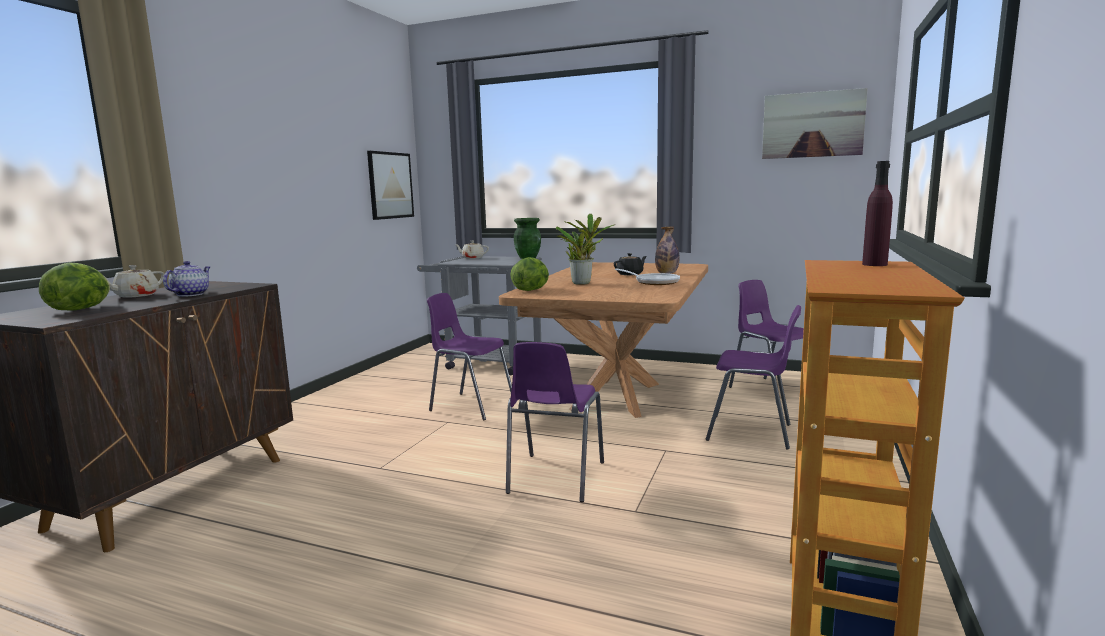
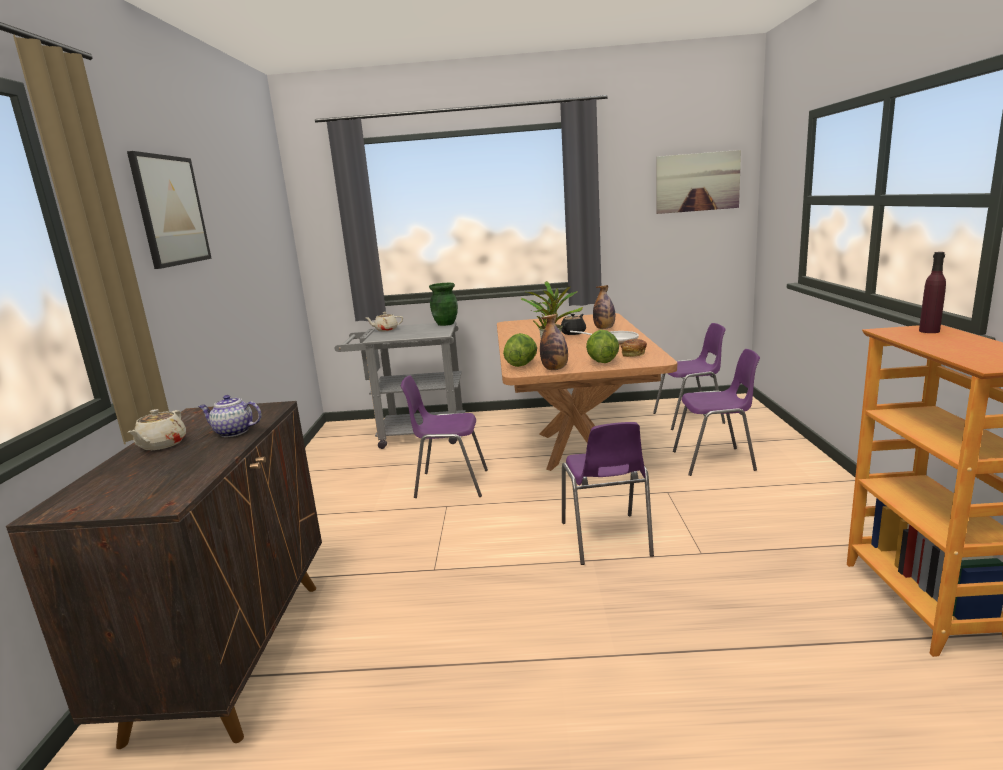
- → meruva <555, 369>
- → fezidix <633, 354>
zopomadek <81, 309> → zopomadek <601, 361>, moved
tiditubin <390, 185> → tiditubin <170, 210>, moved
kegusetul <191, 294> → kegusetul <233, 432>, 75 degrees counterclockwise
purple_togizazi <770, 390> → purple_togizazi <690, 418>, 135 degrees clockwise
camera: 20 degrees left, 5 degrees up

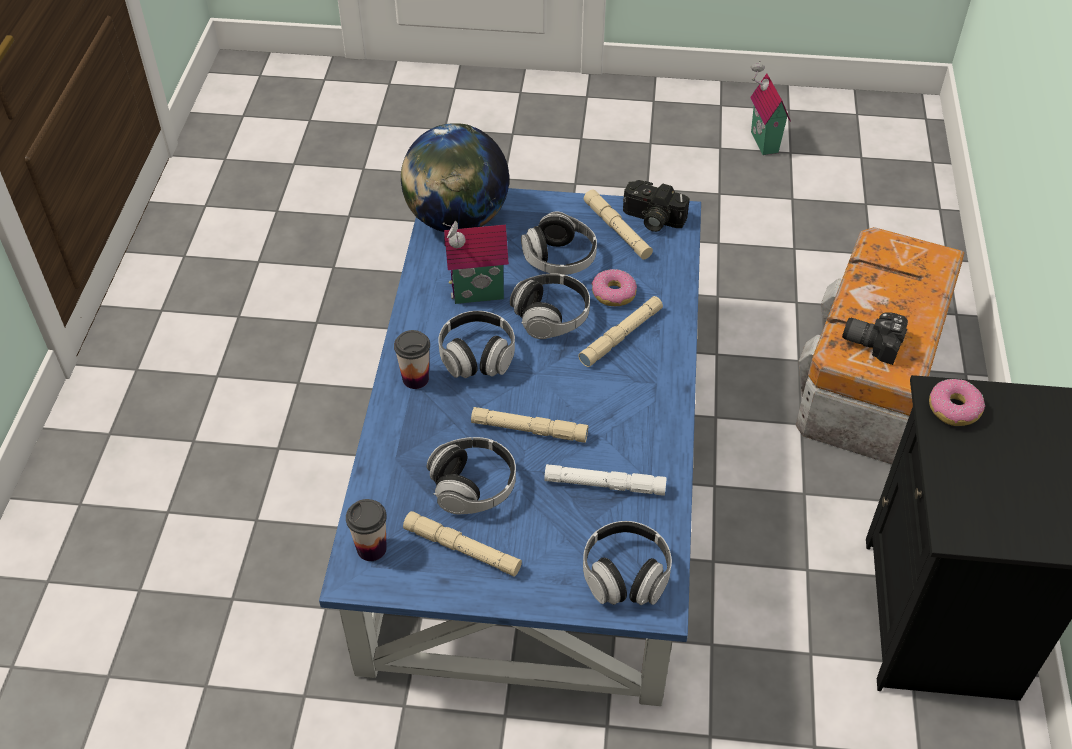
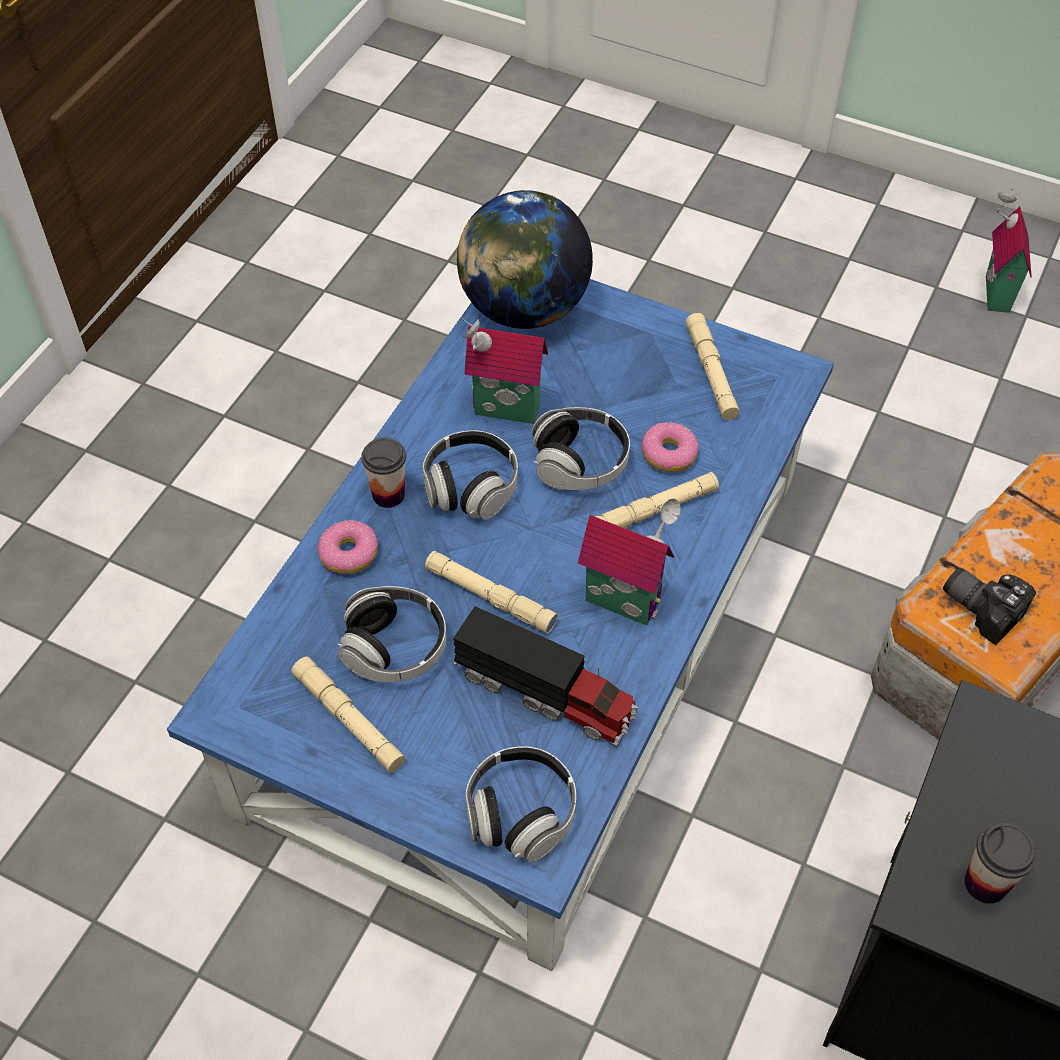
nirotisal <560, 259> → -
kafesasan <652, 219> → -
- → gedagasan <625, 598>
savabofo <371, 548> → savabofo <985, 883>, moved
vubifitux <953, 408> → vubifitux <349, 553>, moved
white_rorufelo <604, 485> → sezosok <547, 693>
camera: 20 degrees right, 5 degrees up

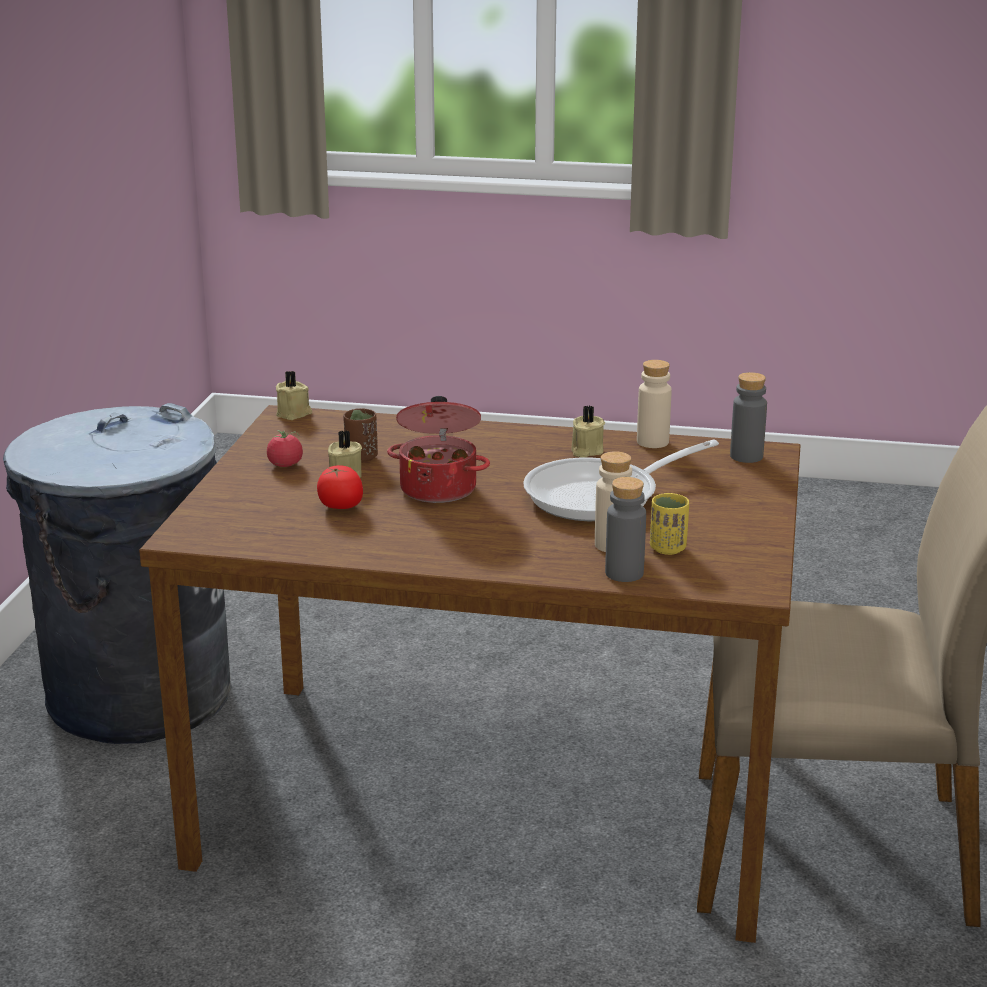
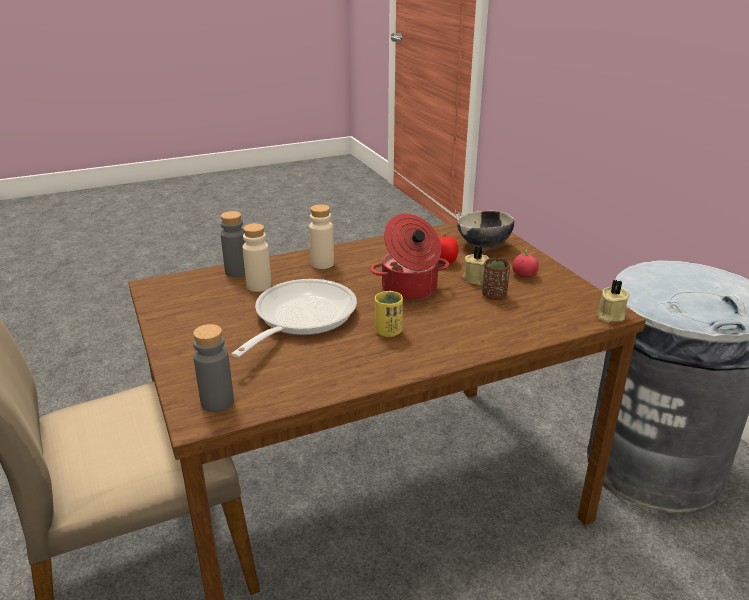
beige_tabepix <585, 451> → -
- → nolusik <483, 246>
beige_meruva <652, 442> → beige_meruva <322, 264>, moved
yellow_savabofo <668, 548> → yellow_savabofo <388, 331>, moved
camera: 145 degrees right, 5 degrees up

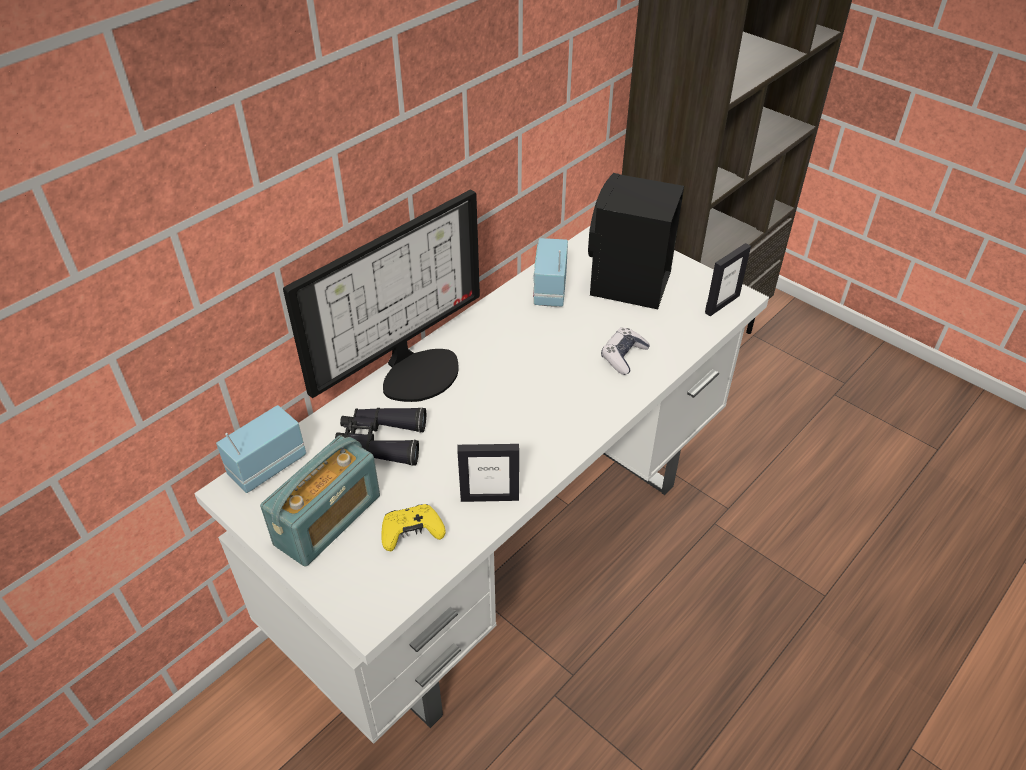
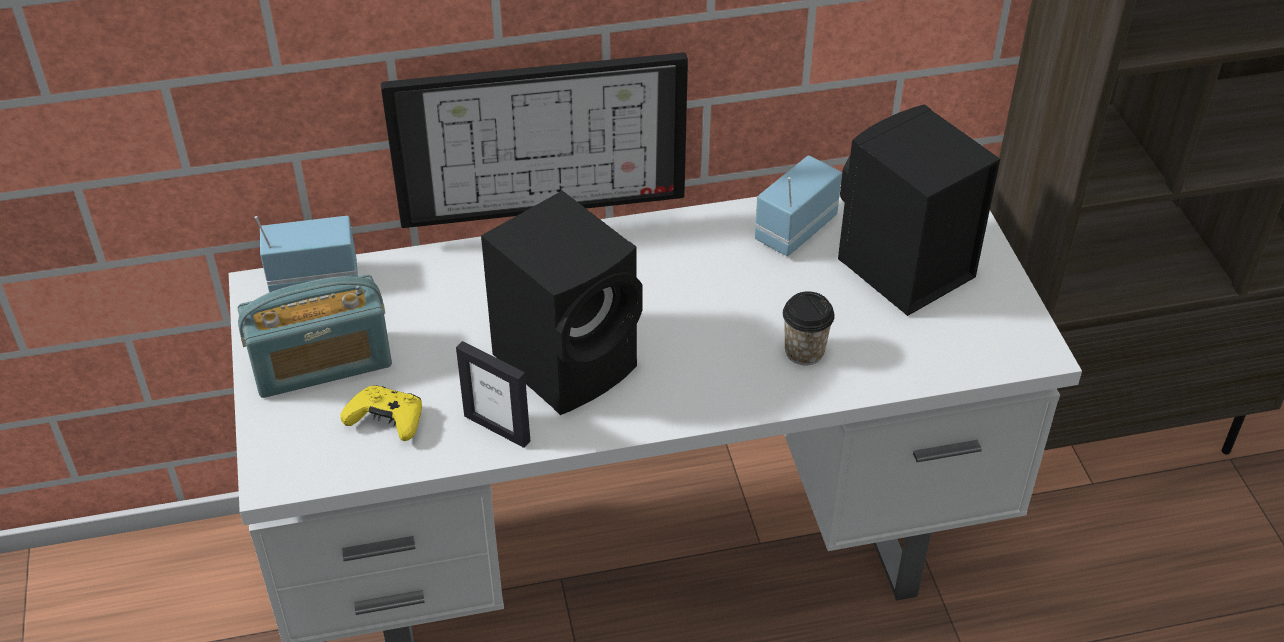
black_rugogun <381, 441> → -
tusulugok <722, 304> → -
- → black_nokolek <569, 360>
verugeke <623, 356> → savabofo <804, 352>
camera: 35 degrees right, 0 degrees up

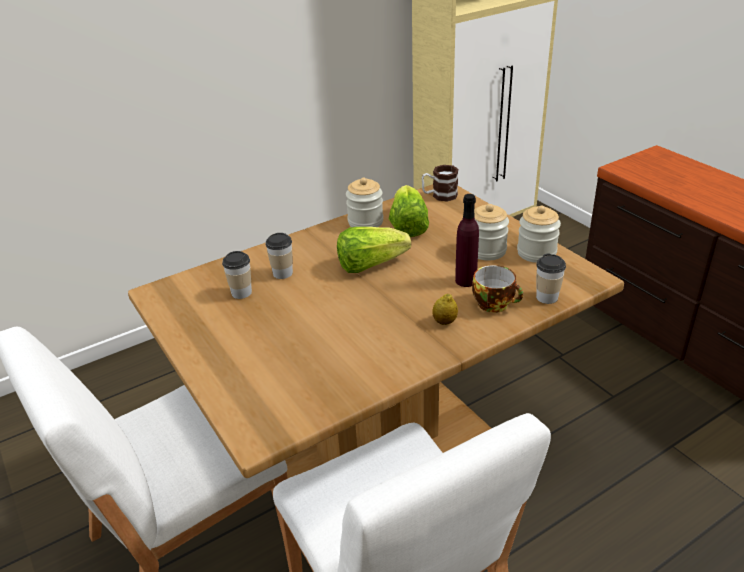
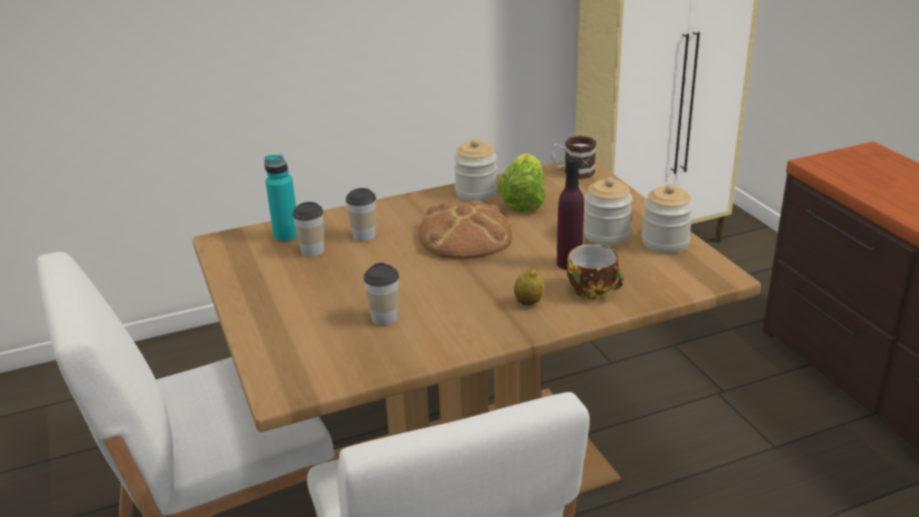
- → turquoise_meruva <286, 236>
savabofo <547, 297> → savabofo <384, 318>, moved
zopomadek <370, 265> → fezidix <465, 236>
camera: 10 degrees right, 5 degrees down

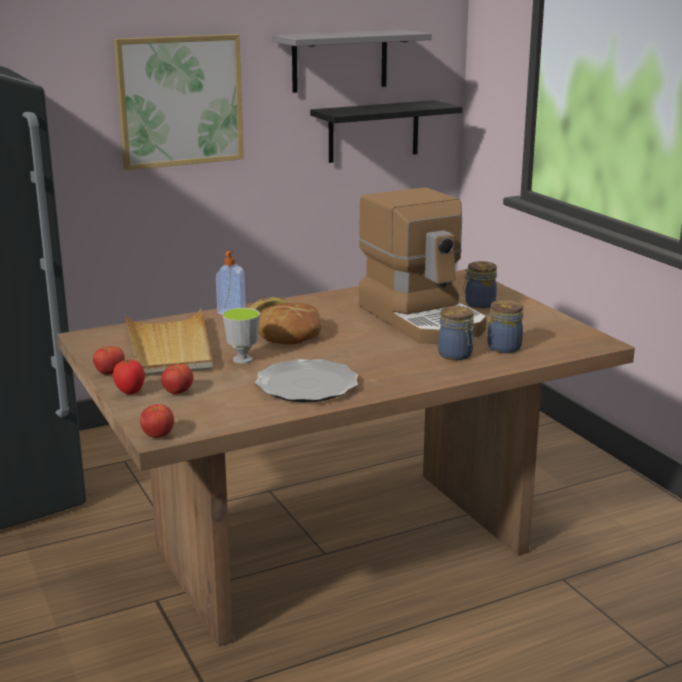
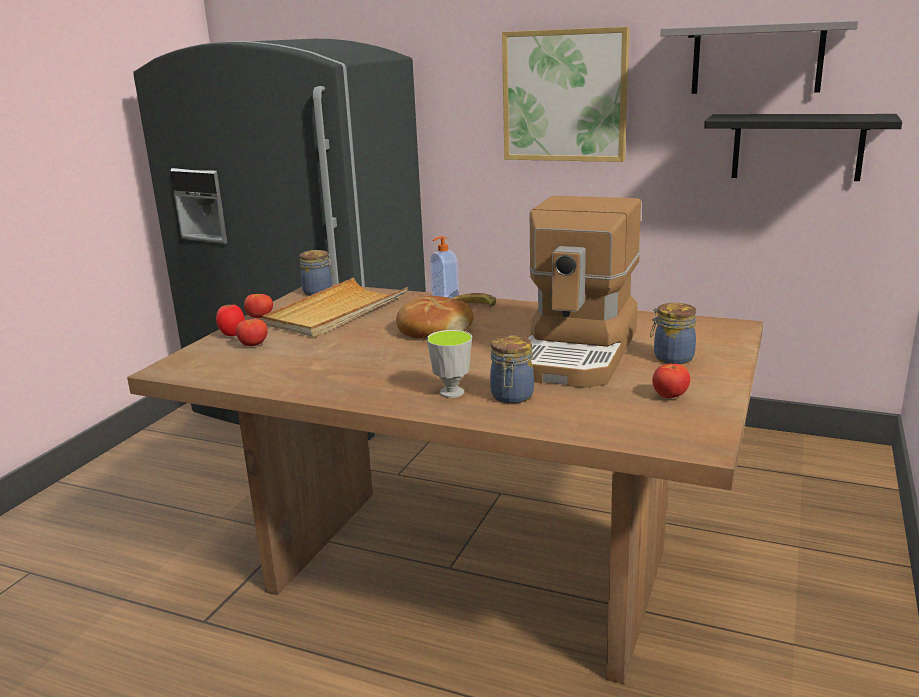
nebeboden <307, 385> → -
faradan <158, 435> → faradan <670, 396>, moved
savabofo <242, 359> → savabofo <452, 392>, moved
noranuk <504, 347> → noranuk <319, 292>, moved
camera: 50 degrees right, 0 degrees up

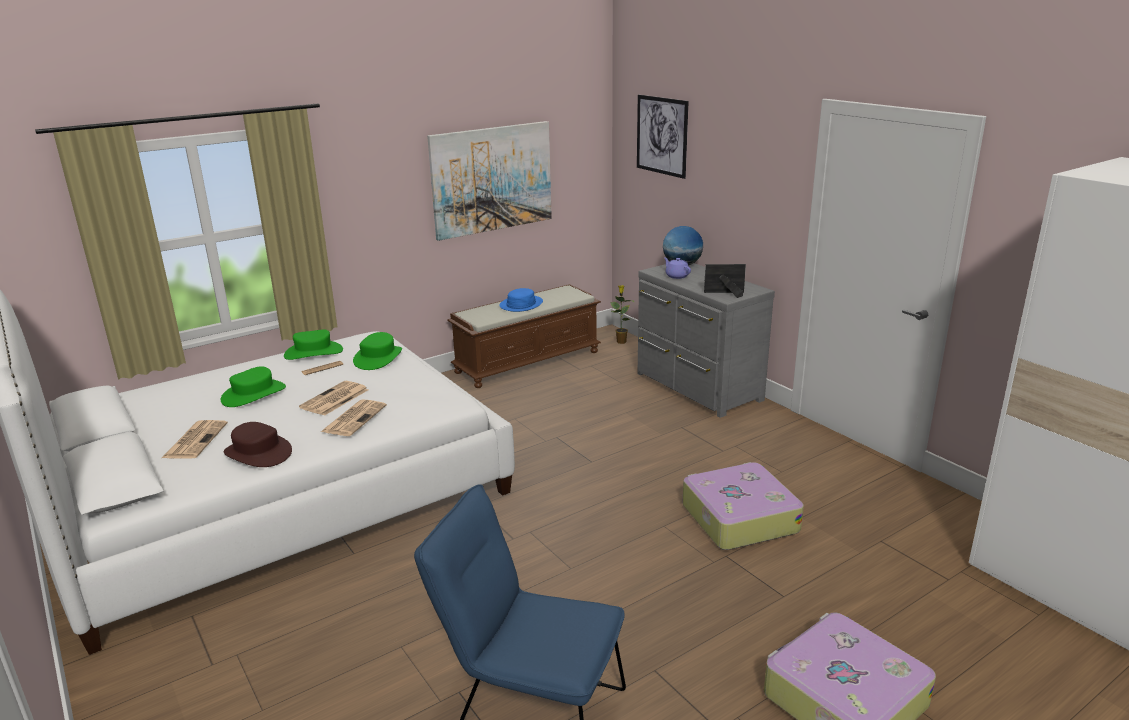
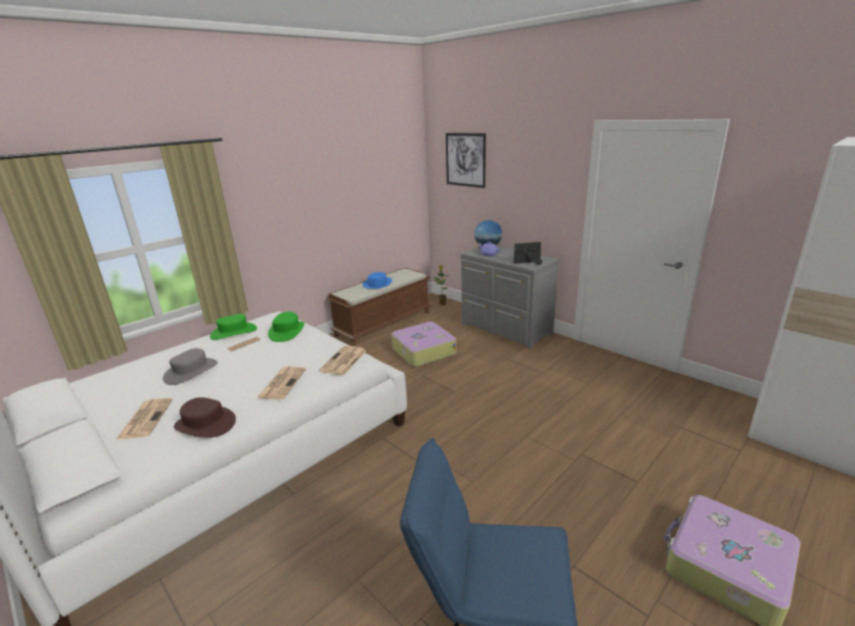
tiditubin <492, 179> → -
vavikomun <334, 399> → vavikomun <343, 361>, moved
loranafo <738, 518> → loranafo <423, 351>, moved
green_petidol <254, 394> → grey_petidol <191, 371>
camera: 10 degrees left, 0 degrees up

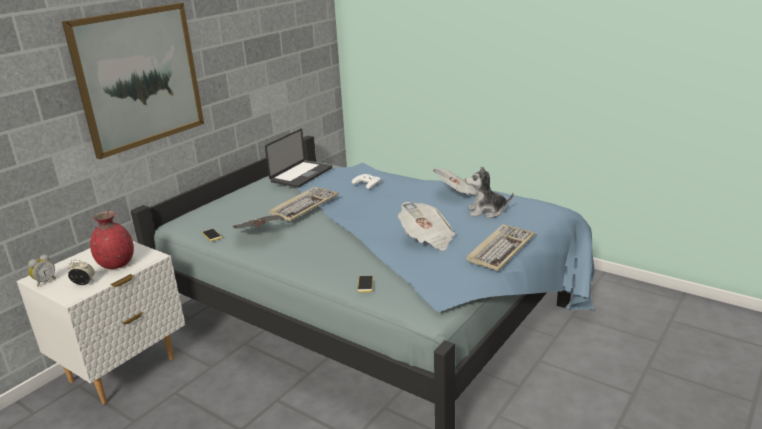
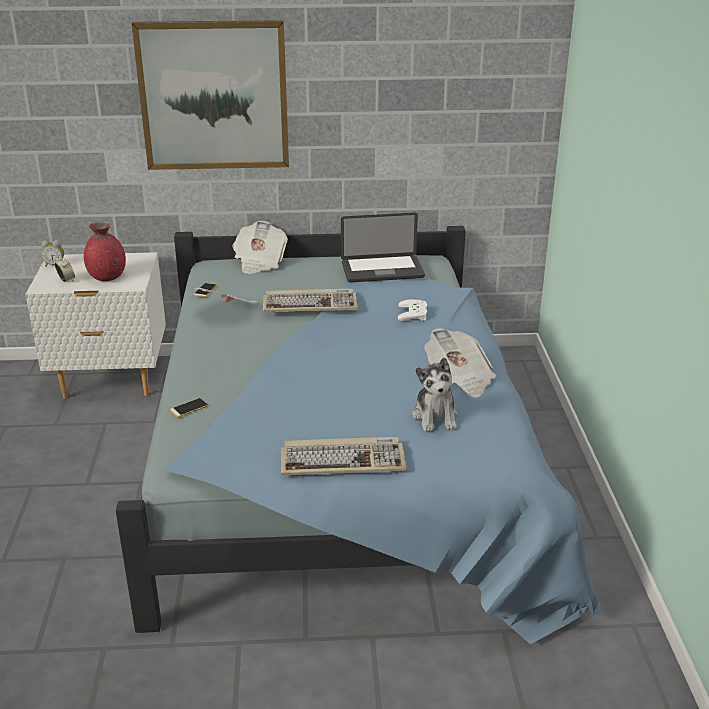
vavikomun <427, 239> → vavikomun <259, 262>, moved
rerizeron <486, 212> → rerizeron <435, 416>, 150 degrees counterclockwise
camera: 50 degrees right, 5 degrees up

